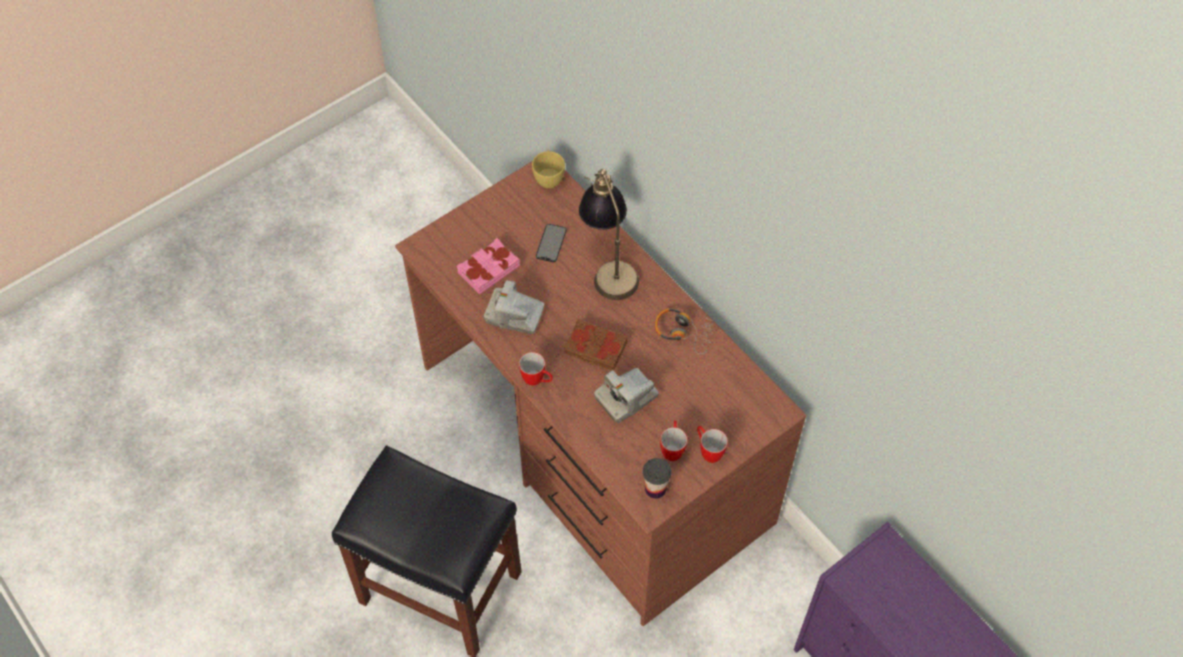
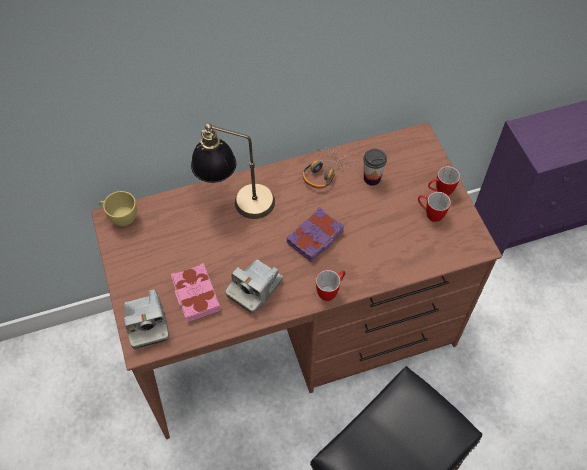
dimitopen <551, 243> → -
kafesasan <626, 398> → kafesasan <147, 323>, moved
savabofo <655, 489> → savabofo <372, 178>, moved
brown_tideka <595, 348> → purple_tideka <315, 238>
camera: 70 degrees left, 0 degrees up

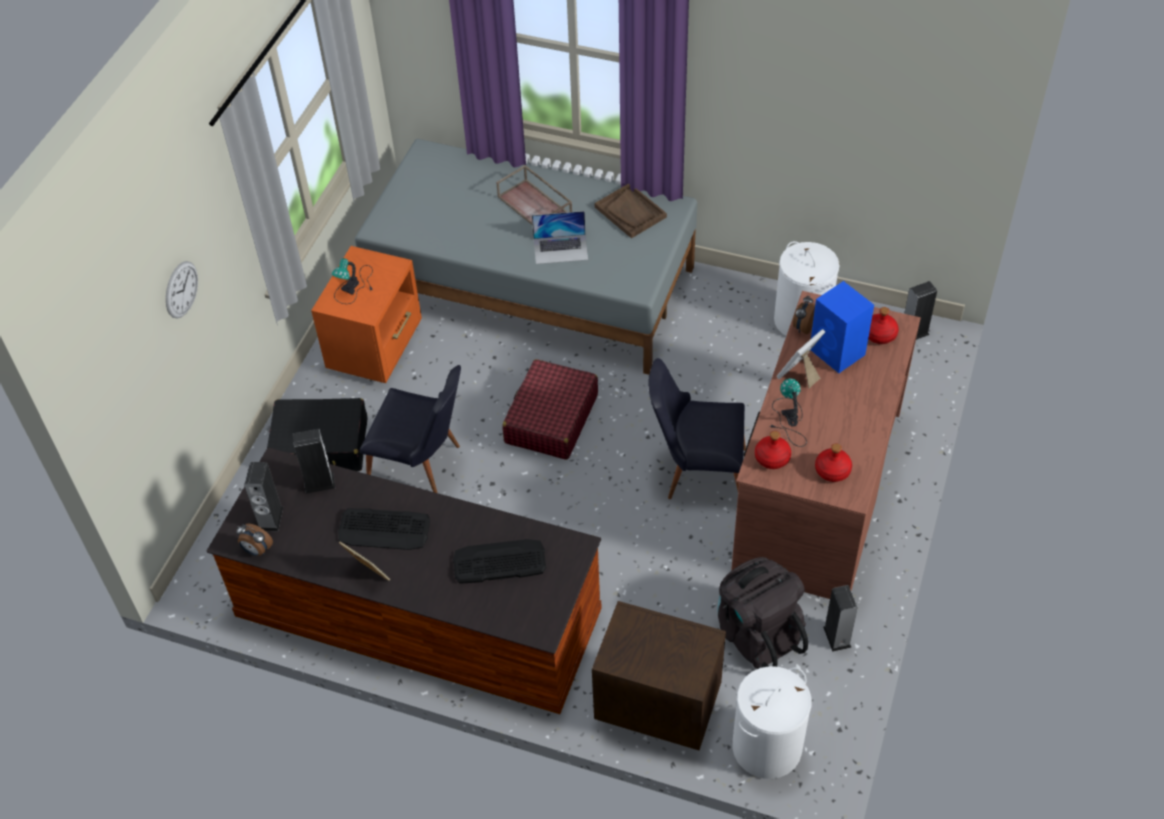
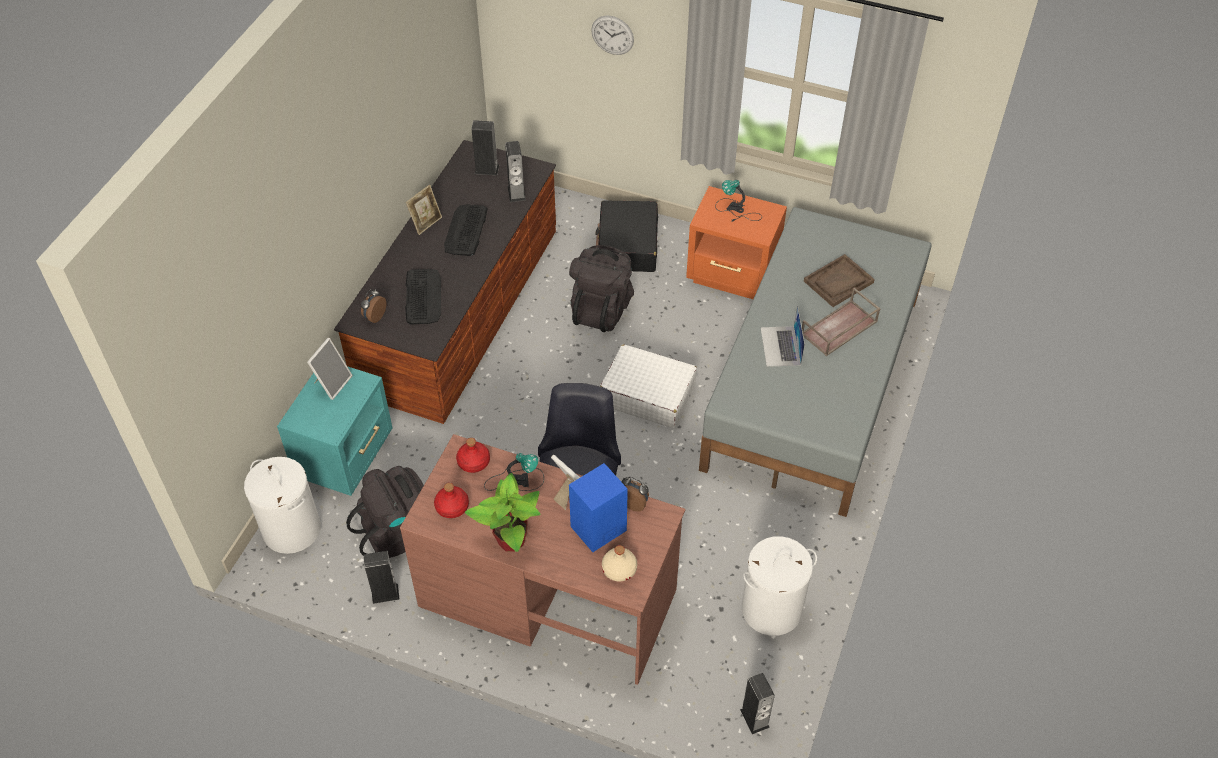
- → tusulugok <332, 383>
- → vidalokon <511, 540>
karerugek <257, 550> → karerugek <374, 316>, moved
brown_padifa <630, 212> → brown_padifa <838, 282>, moved
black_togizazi <423, 466> → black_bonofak <601, 308>
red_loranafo <551, 419> → white_loranafo <647, 394>
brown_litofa <656, 704> → turquoise_litofa <347, 457>
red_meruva <879, 334> → beige_meruva <619, 569>
camera: 90 degrees right, 0 degrees up

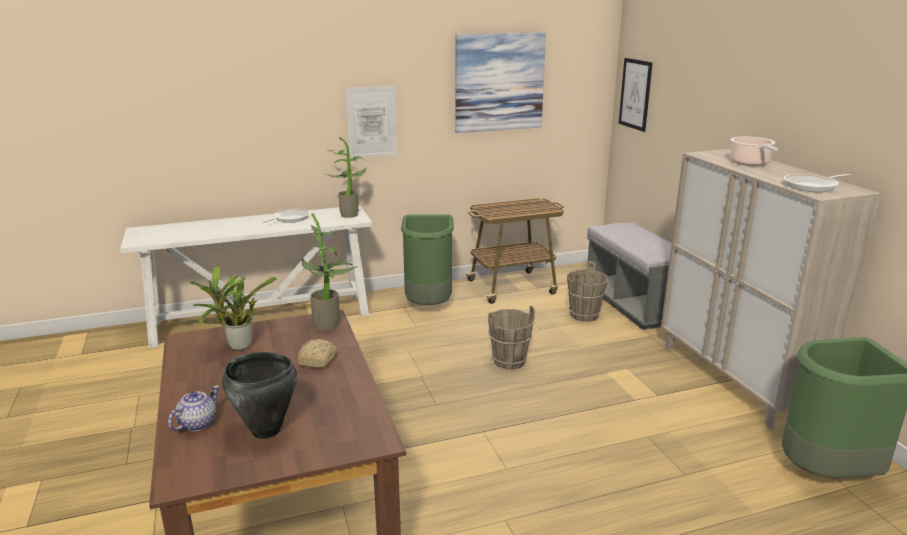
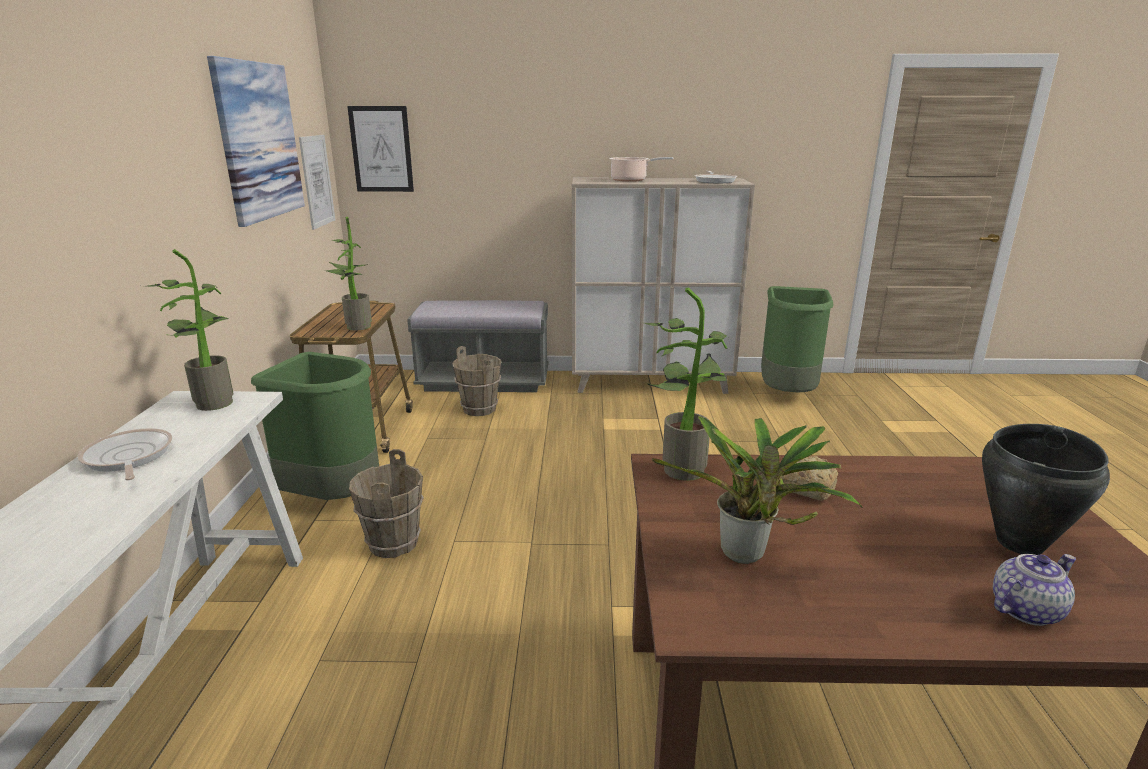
- → vidalokon <355, 326>
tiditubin <371, 122> → tiditubin <317, 181>, moved
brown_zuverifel <509, 361> → brown_zuverifel <392, 543>, moved
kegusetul <197, 423> → kegusetul <1025, 609>, 105 degrees clockwise
camera: 70 degrees left, 0 degrees up

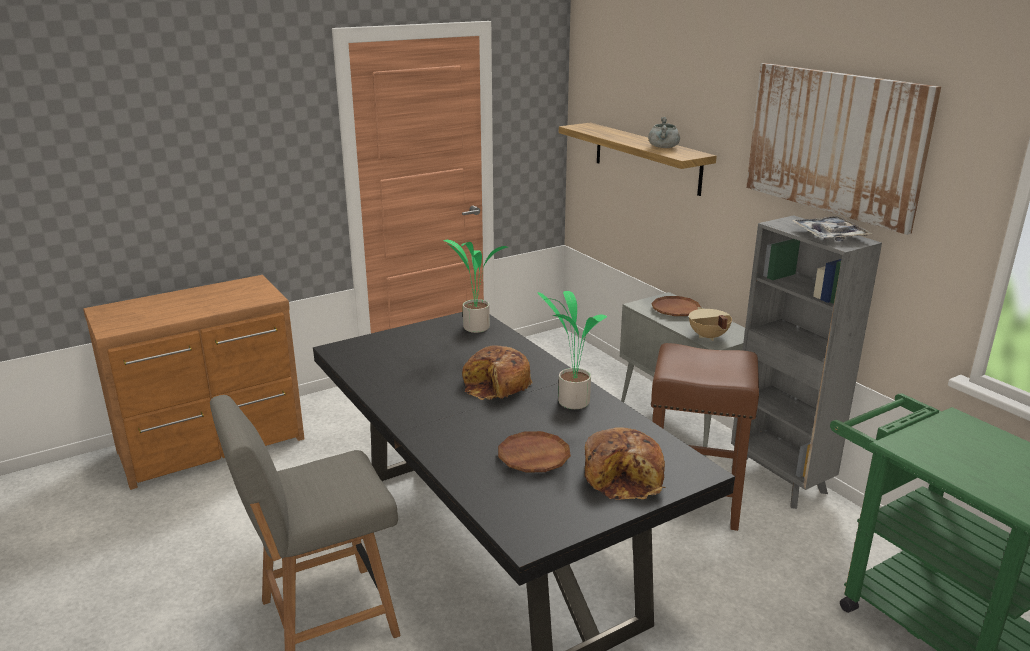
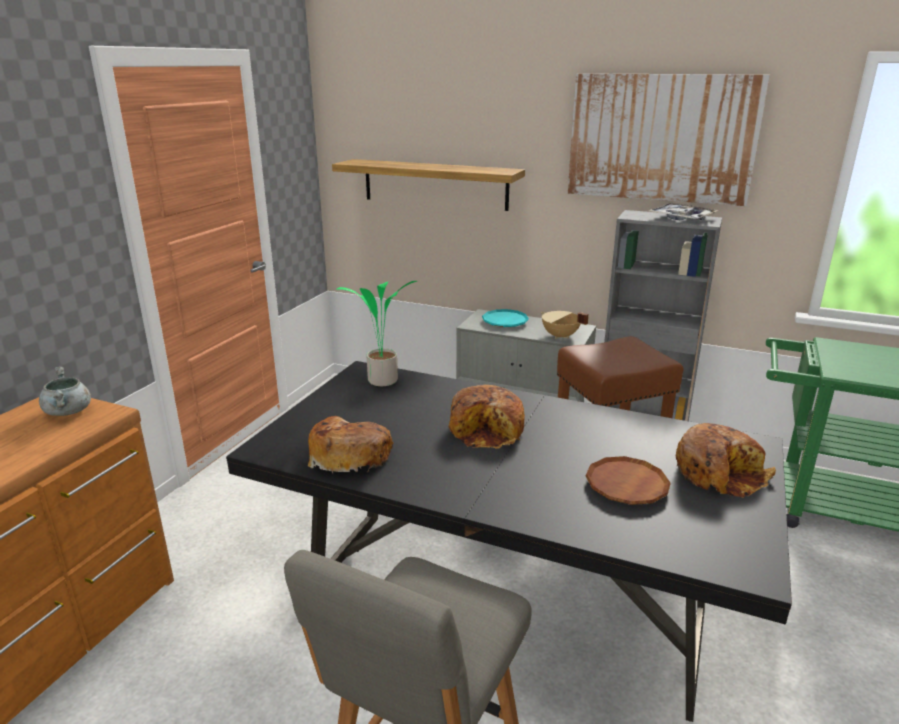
vidalokon <571, 402> → -
- → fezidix <349, 455>
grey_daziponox <663, 147> → grey_daziponox <69, 412>, moved
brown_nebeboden <675, 310> → turquoise_nebeboden <505, 321>
camera: 35 degrees left, 0 degrees up

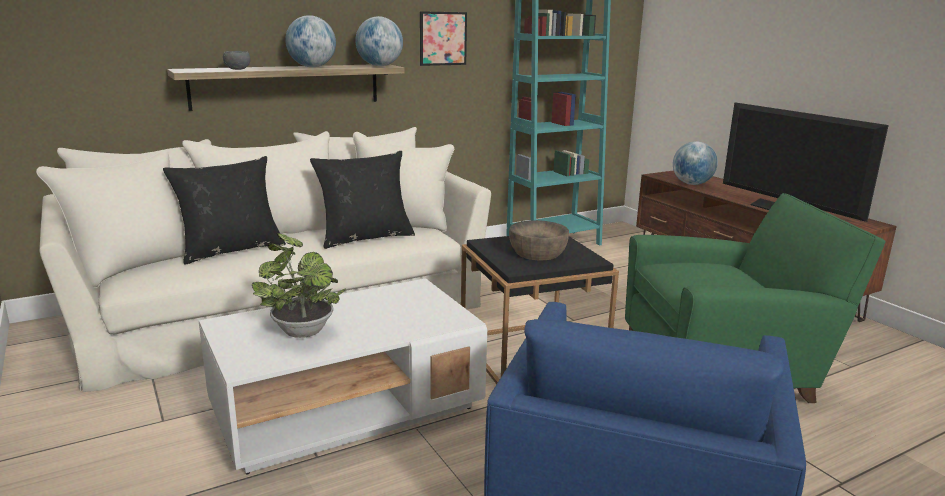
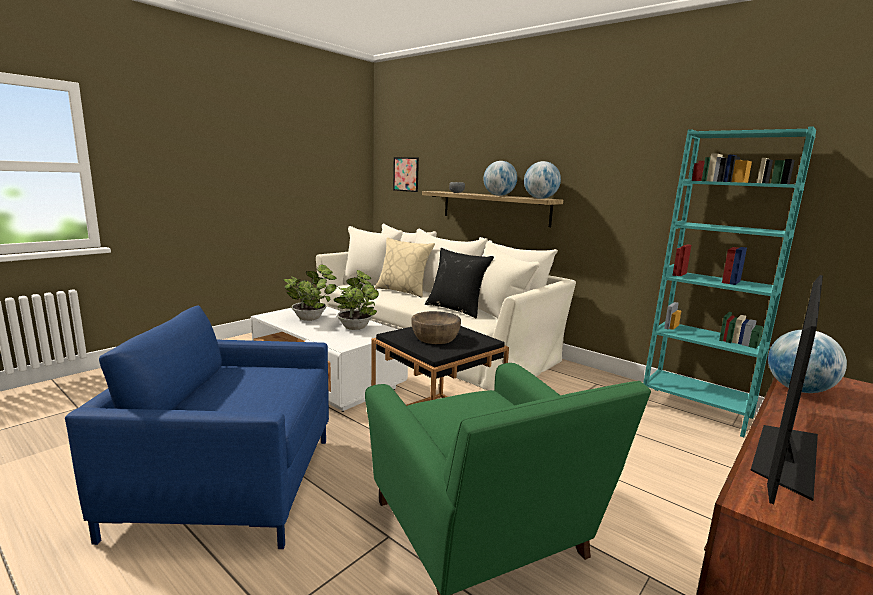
- → vidalokon <355, 327>
tiditubin <443, 38> → tiditubin <406, 174>, moved
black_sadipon <231, 250> → beige_sadipon <403, 291>
camera: 70 degrees right, 5 degrees down

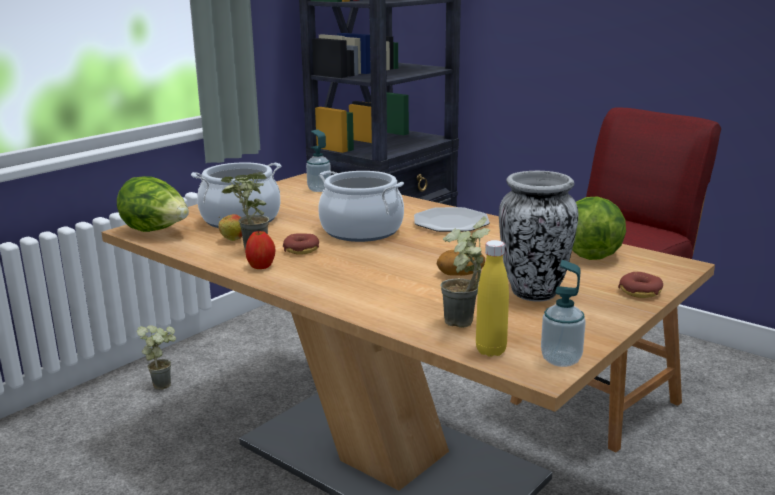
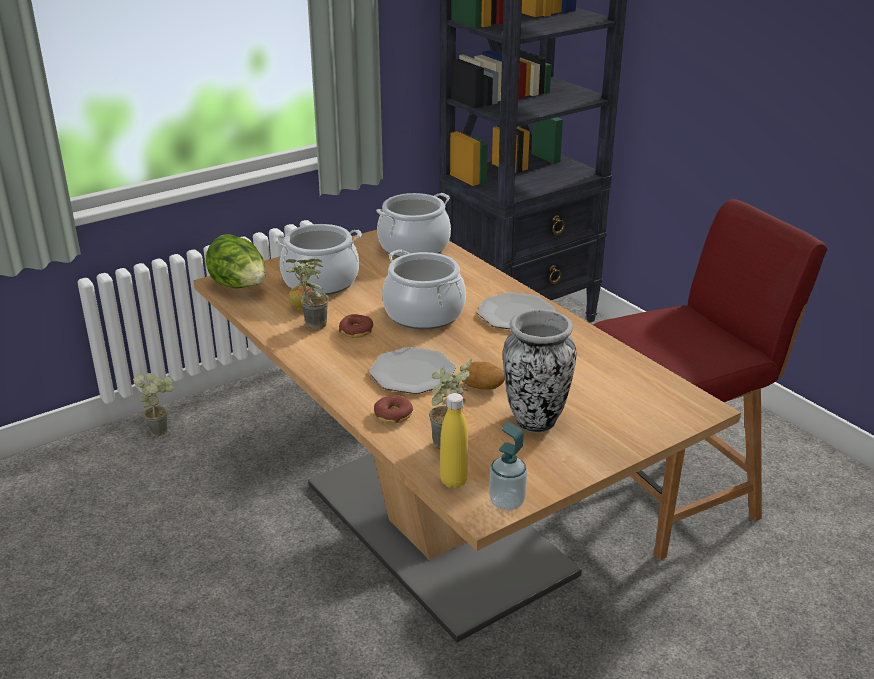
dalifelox <261, 266> → -
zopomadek <592, 253> → -
- → nebeboden <412, 373>
vidalokon <164, 383> → vidalokon <162, 429>, moved
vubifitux <640, 291> → vubifitux <393, 415>, moved
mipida <319, 189> → daziponox <414, 247>
camera: 15 degrees right, 10 degrees up

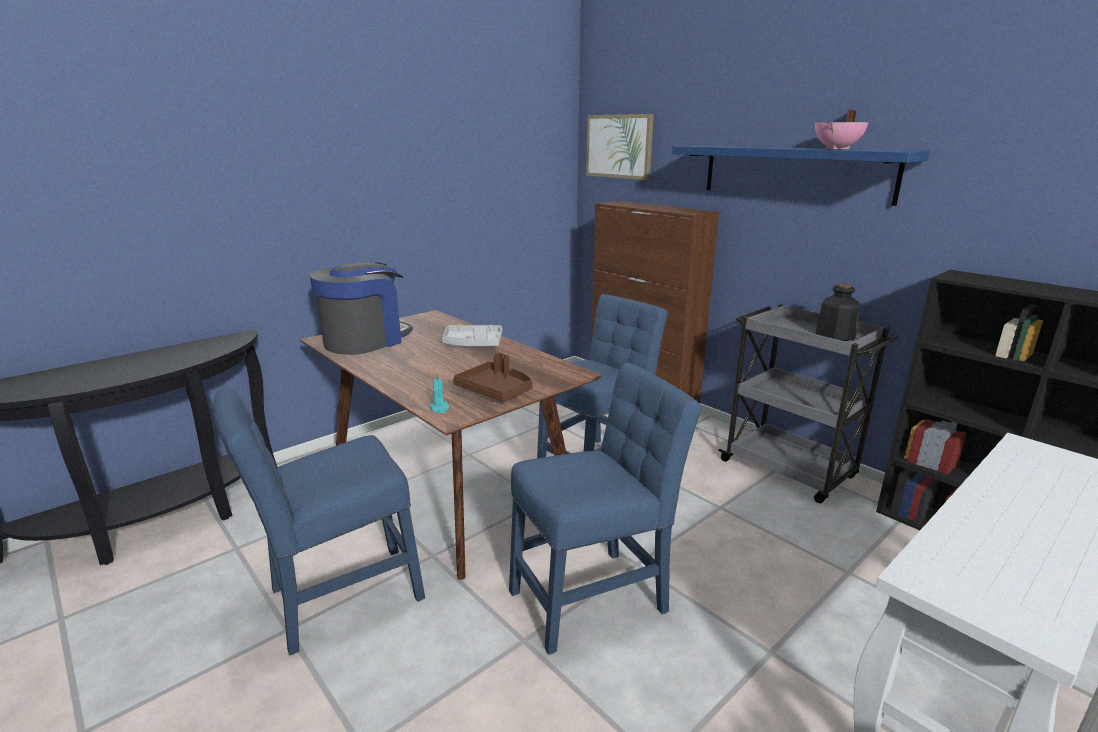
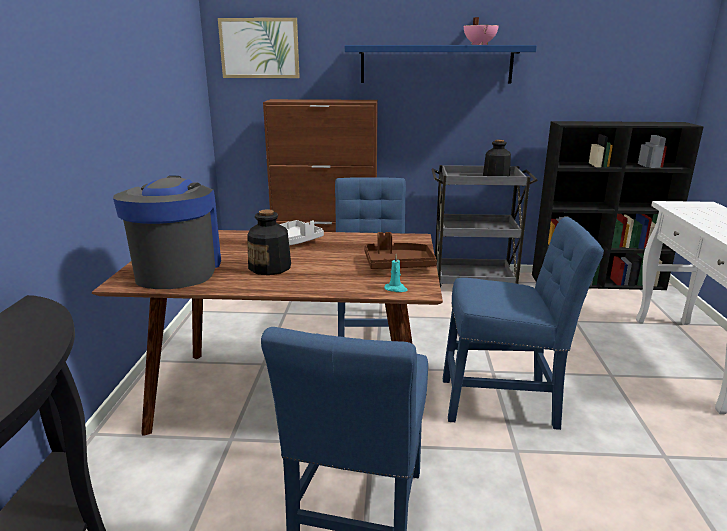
- → meruva <270, 267>
blue_togizazi <594, 596> → blue_togizazi <505, 402>, 75 degrees clockwise
camera: 45 degrees left, 0 degrees up

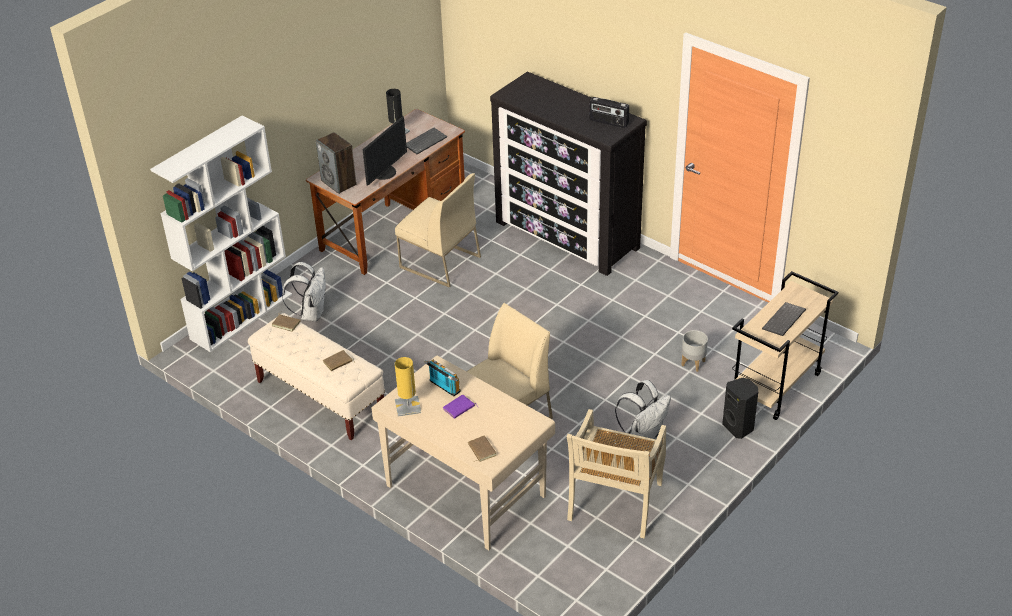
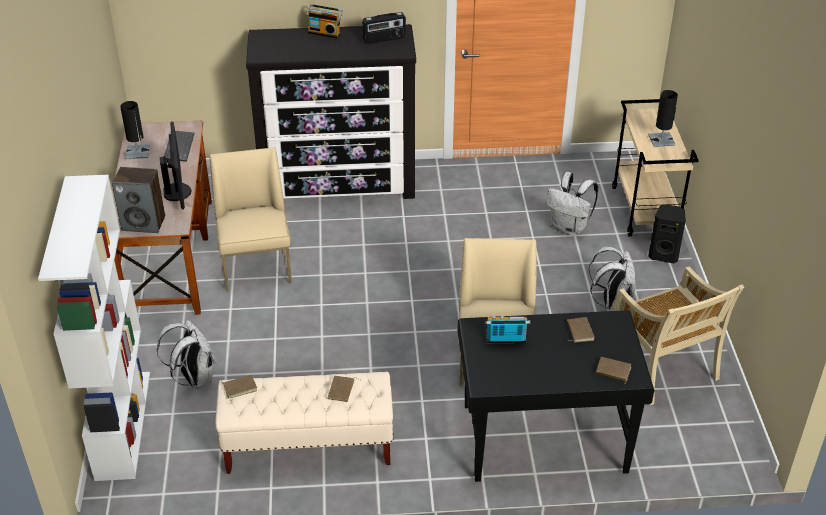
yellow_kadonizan <408, 406> → -
purple_tideka <459, 408> → -
- → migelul <325, 32>
- → brown_tideka <579, 331>
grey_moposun <693, 363> → white_bonofak <569, 227>
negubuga <784, 321> → black_kadonizan <661, 140>
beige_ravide <466, 489> → black_ravide <543, 437>
beige_togizazi <439, 262> → beige_togizazi <257, 264>, 90 degrees counterclockwise
camera: 45 degrees left, 0 degrees up

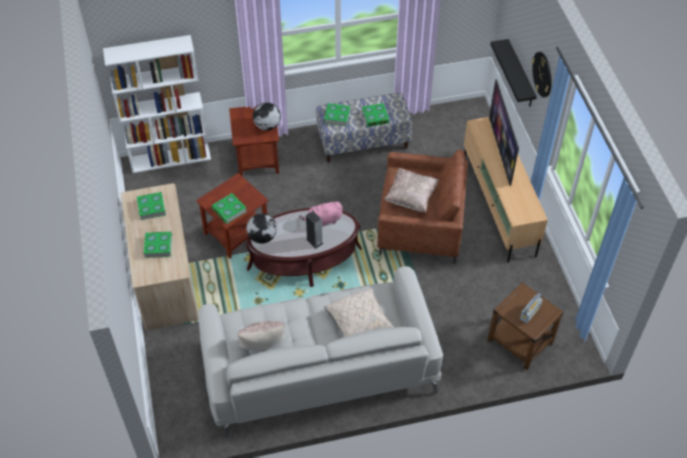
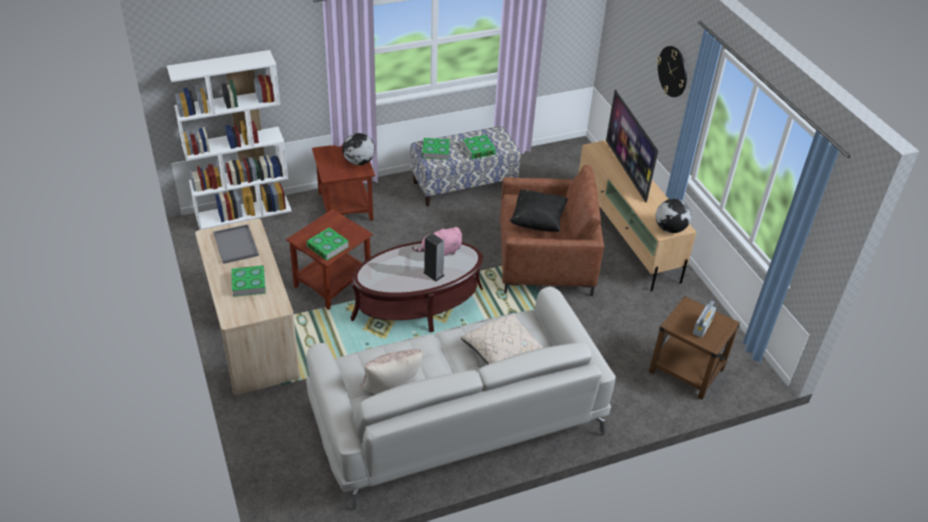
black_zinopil <520, 75> → -
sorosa <262, 237> → sorosa <670, 228>, moved
tideka <151, 207> → grey_padifa <235, 244>
beige_sadipon <411, 197> → black_sadipon <537, 221>
camera: 10 degrees left, 10 degrees down

